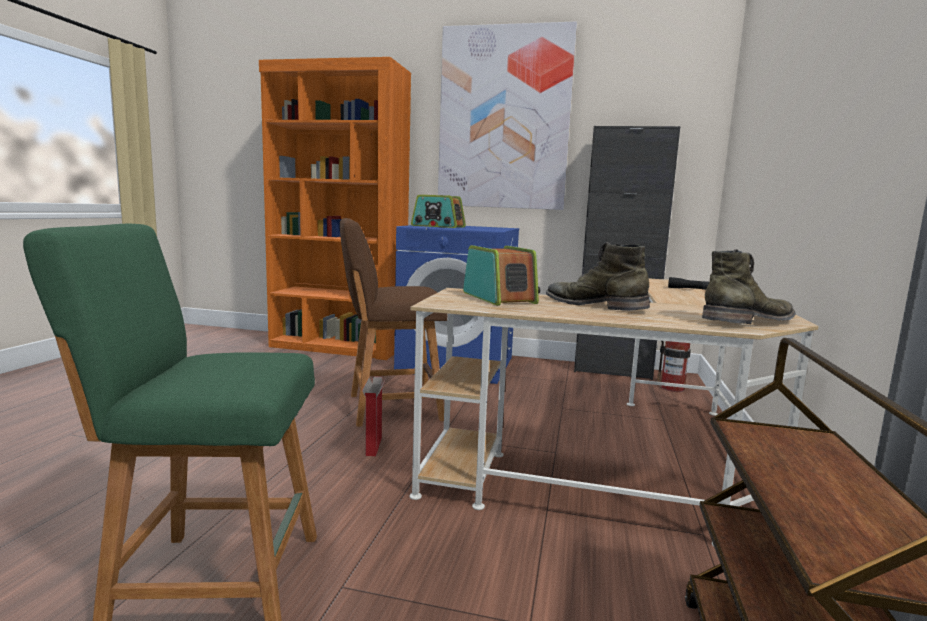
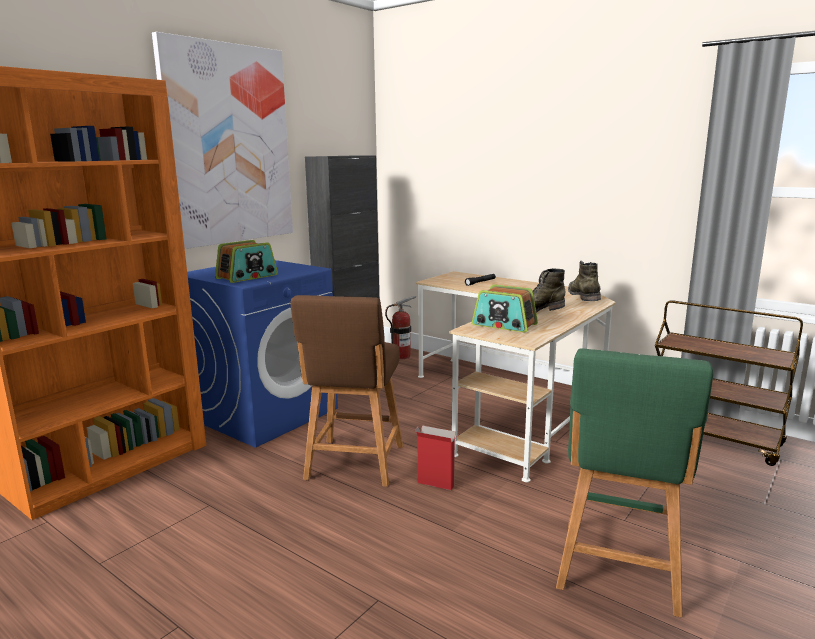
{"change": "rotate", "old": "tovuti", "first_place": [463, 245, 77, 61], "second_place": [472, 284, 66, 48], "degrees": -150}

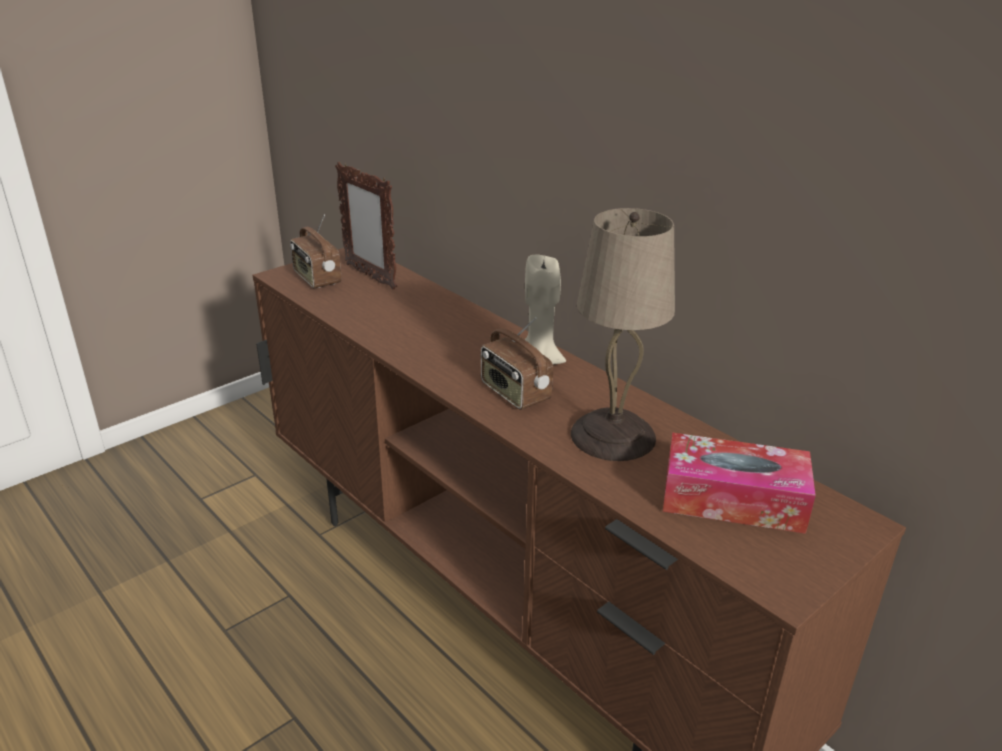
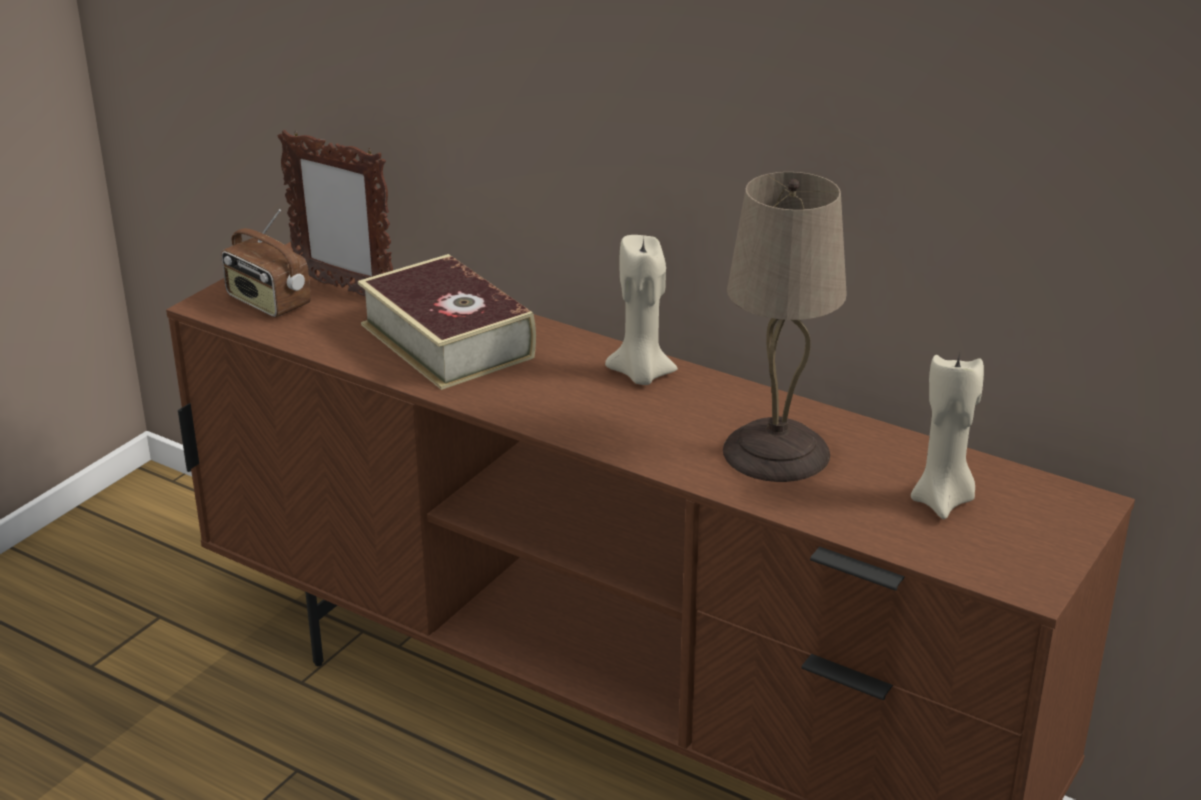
{"change": "delete", "old": "tovuti", "first_place": [481, 317, 72, 93]}
{"change": "insert", "new": "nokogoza", "second_place": [358, 254, 178, 136]}
{"change": "replace", "old": "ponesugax", "new": "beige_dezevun", "first_place": [663, 433, 153, 101], "second_place": [911, 351, 73, 168]}

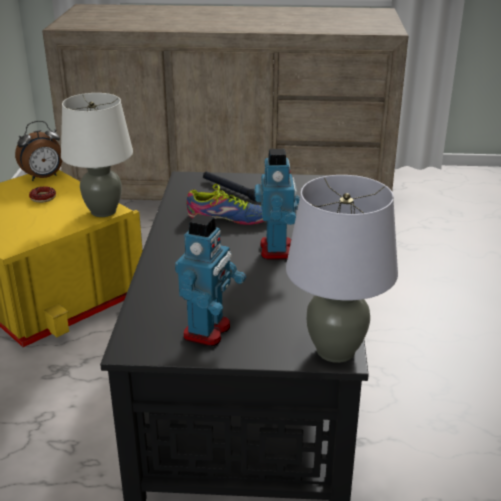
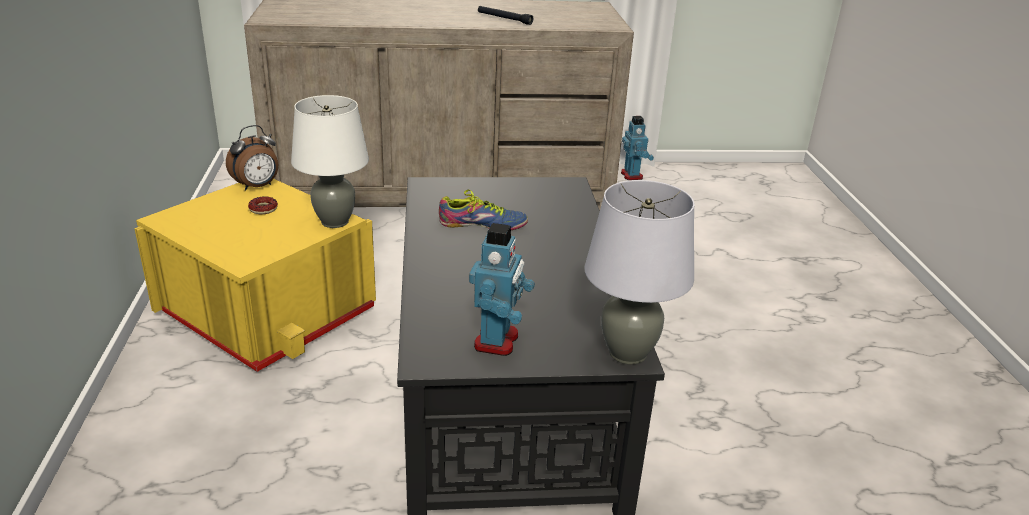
{"change": "move", "old": "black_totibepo", "first_place": [203, 171, 54, 31], "second_place": [478, 6, 55, 19]}
{"change": "move", "old": "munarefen", "first_place": [254, 149, 46, 111], "second_place": [621, 116, 33, 64]}

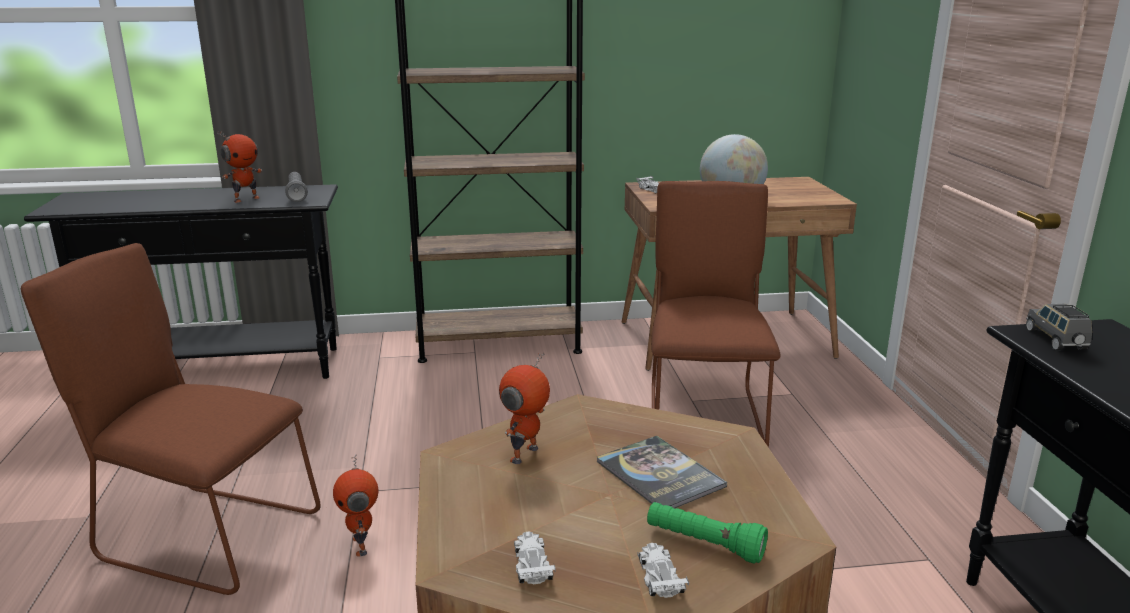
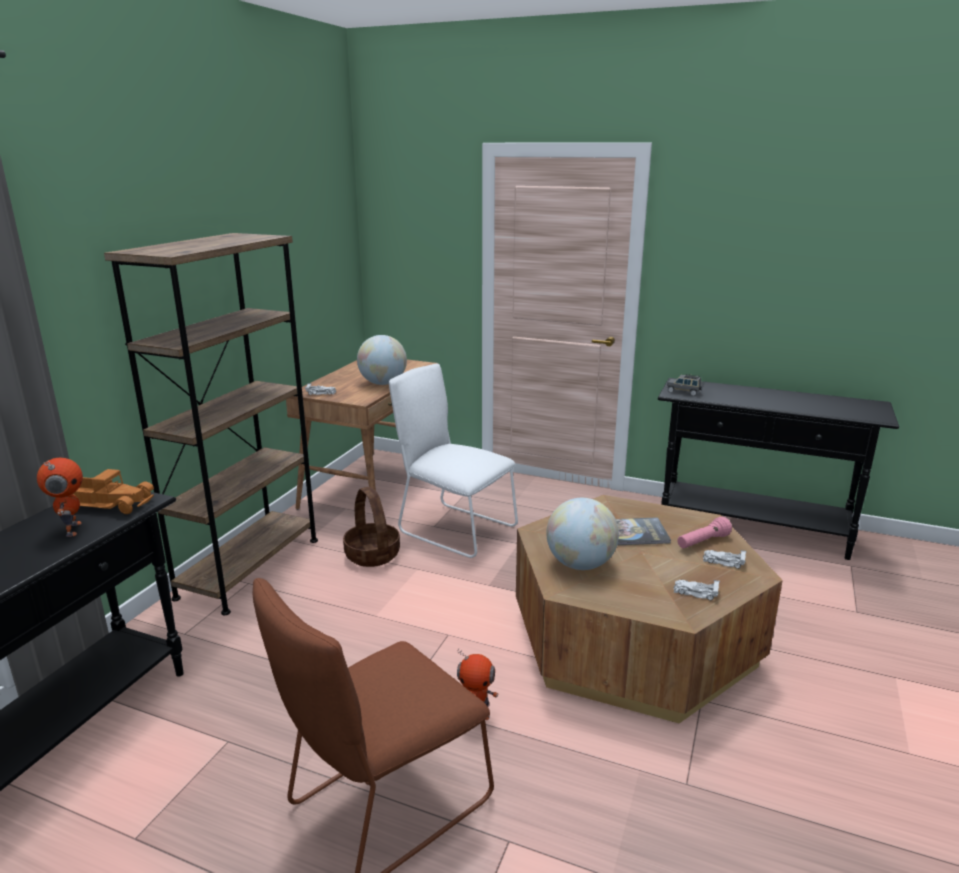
{"change": "insert", "new": "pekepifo", "second_place": [343, 487, 57, 80]}
{"change": "replace", "old": "grey_totibepo", "new": "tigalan", "first_place": [285, 172, 23, 30], "second_place": [55, 469, 99, 45]}
{"change": "replace", "old": "munarefen", "new": "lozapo", "first_place": [499, 352, 51, 112], "second_place": [546, 498, 73, 72]}
{"change": "recolor", "old": "green_totibepo", "new": "pink_totibepo", "first_place": [647, 502, 121, 62], "second_place": [677, 517, 55, 31]}
{"change": "recolor", "old": "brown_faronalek", "new": "white_faronalek", "first_place": [651, 181, 130, 266], "second_place": [389, 363, 129, 195]}

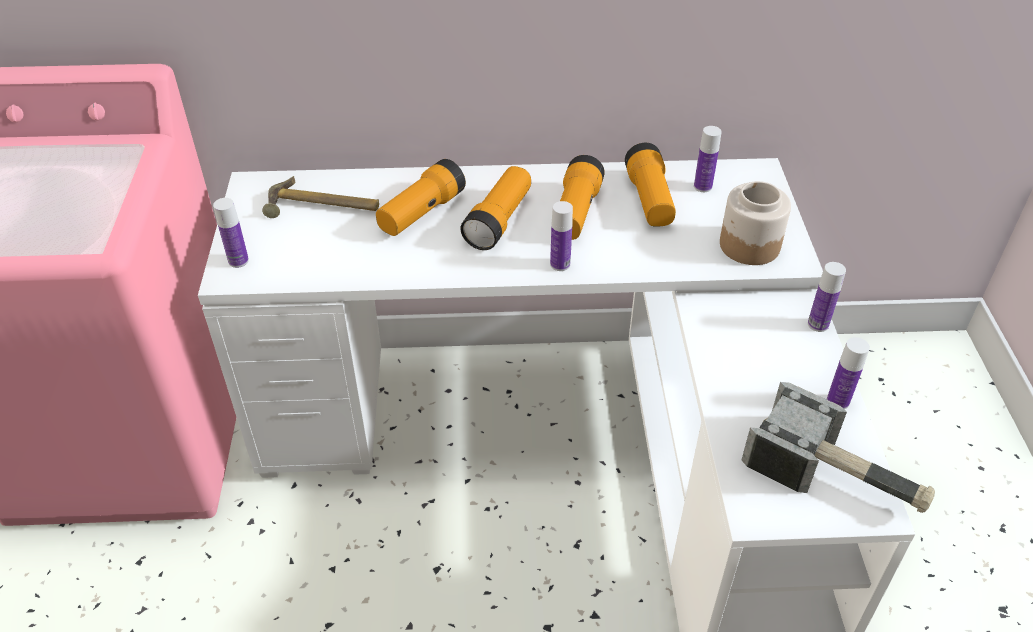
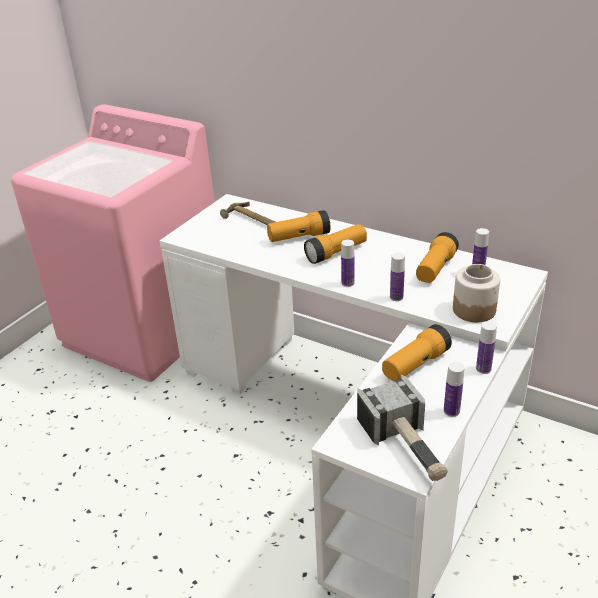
{"change": "move", "old": "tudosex", "first_place": [213, 198, 36, 70], "second_place": [390, 253, 15, 48]}
{"change": "move", "old": "totibepo", "first_place": [560, 155, 45, 85], "second_place": [382, 324, 70, 57]}

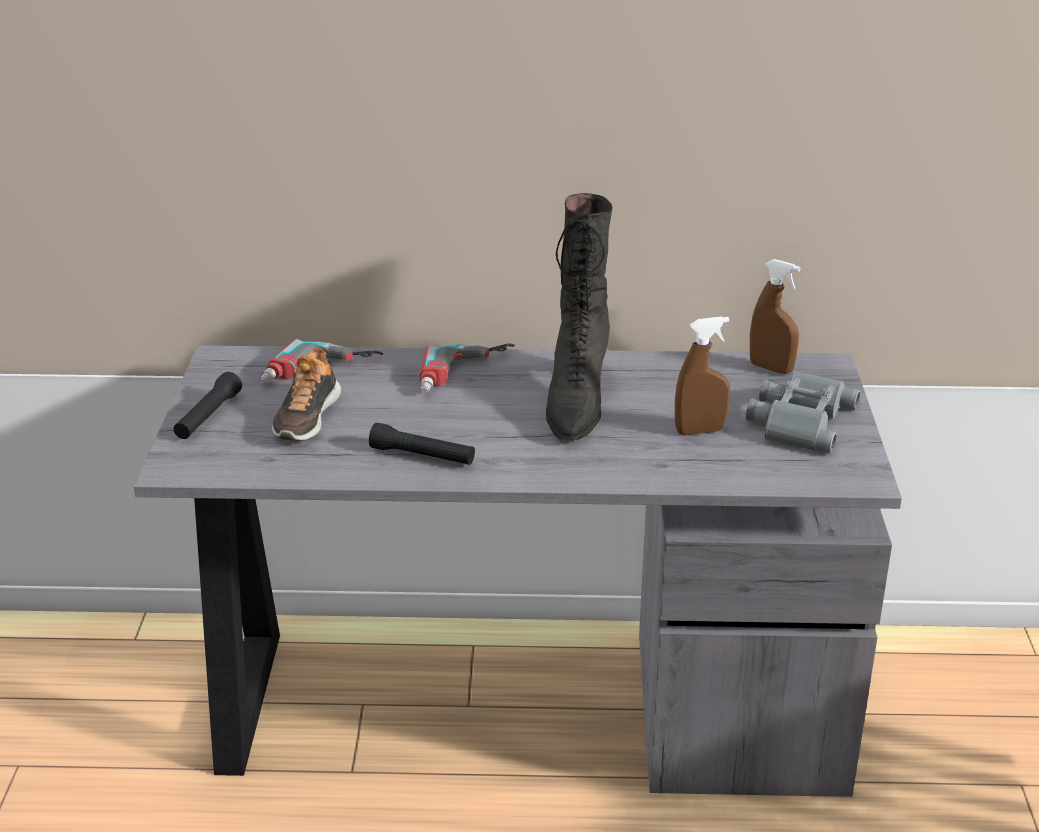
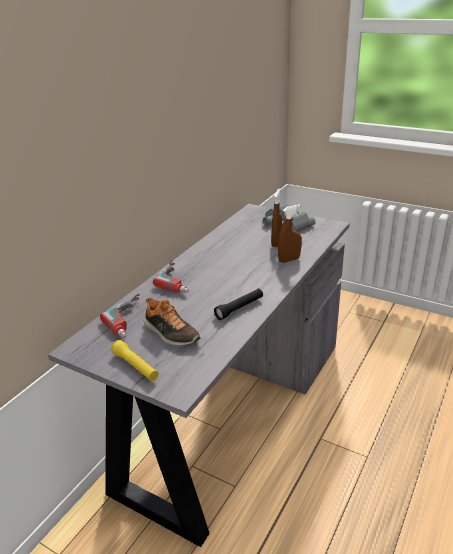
{"change": "delete", "old": "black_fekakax", "first_place": [546, 193, 66, 248]}
{"change": "move", "old": "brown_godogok", "first_place": [750, 259, 50, 115], "second_place": [278, 205, 24, 58]}
{"change": "recolor", "old": "black_totibepo", "new": "yellow_totibepo", "first_place": [173, 372, 69, 67], "second_place": [111, 340, 47, 41]}

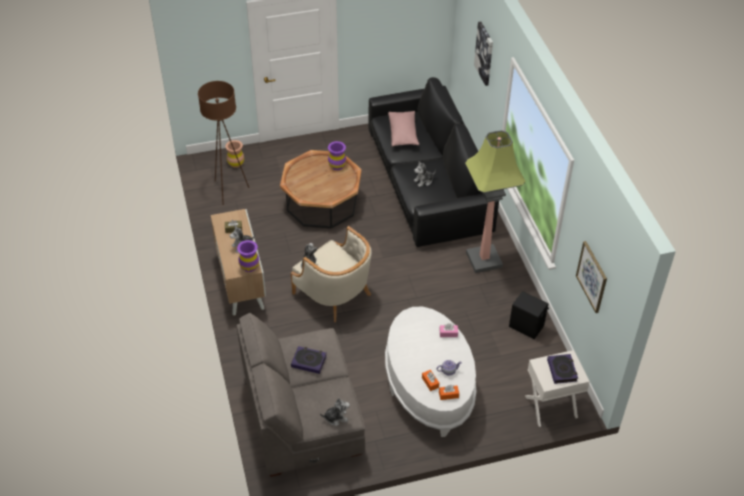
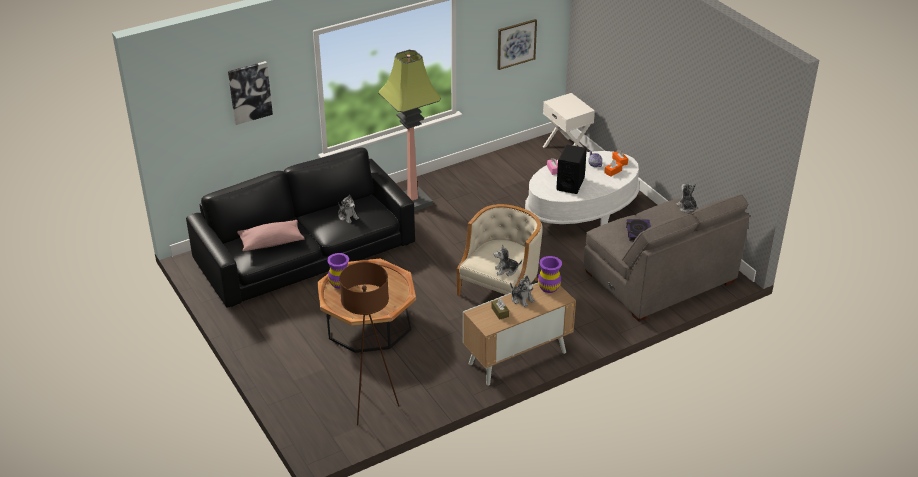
{"change": "delete", "old": "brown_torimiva", "first_place": [225, 140, 19, 28]}
{"change": "delete", "old": "nokogoza", "first_place": [547, 354, 31, 30]}
{"change": "move", "old": "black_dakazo", "first_place": [509, 291, 40, 48], "second_place": [556, 145, 31, 49]}

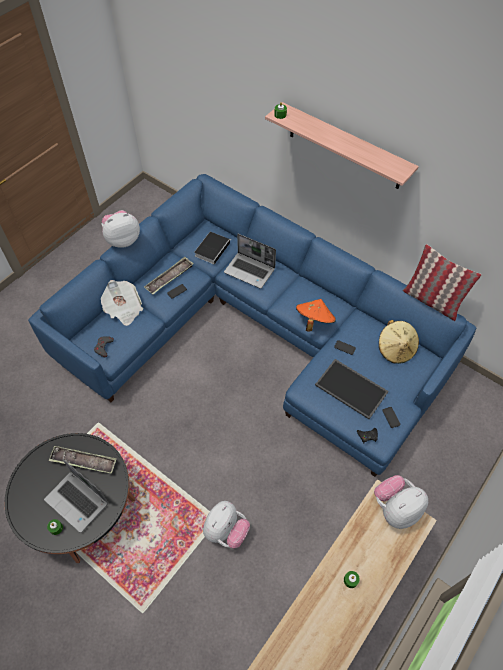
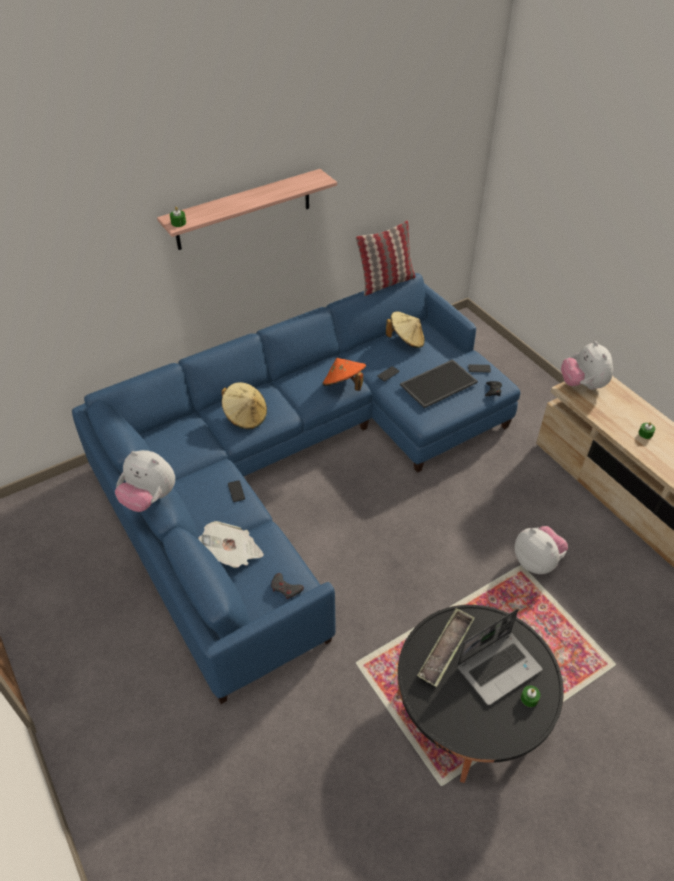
{"change": "delete", "old": "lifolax", "first_place": [144, 257, 50, 38]}
{"change": "delete", "old": "nokogoza", "first_place": [194, 231, 38, 34]}
{"change": "replace", "old": "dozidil", "new": "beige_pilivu", "first_place": [224, 234, 52, 55], "second_place": [221, 382, 46, 47]}
{"change": "rotate", "old": "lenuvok", "first_place": [101, 210, 39, 38], "second_place": [115, 450, 60, 62], "degrees": -60}

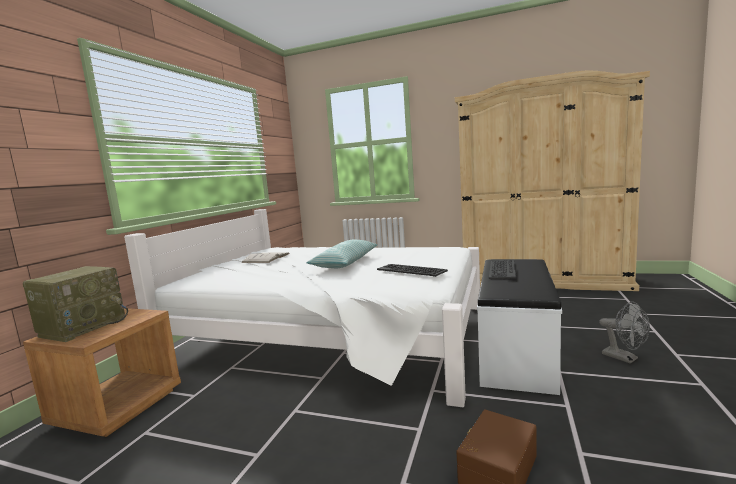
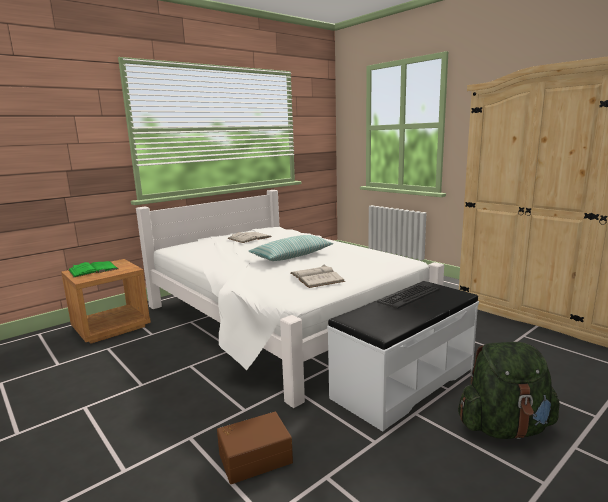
{"change": "replace", "old": "tovuti", "new": "green_nokogoza", "first_place": [23, 266, 105, 76], "second_place": [68, 261, 50, 17]}
{"change": "replace", "old": "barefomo", "new": "white_nokogoza", "first_place": [377, 264, 71, 13], "second_place": [291, 265, 54, 23]}
{"change": "replace", "old": "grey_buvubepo", "new": "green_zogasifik", "first_place": [599, 301, 51, 62], "second_place": [458, 342, 102, 97]}

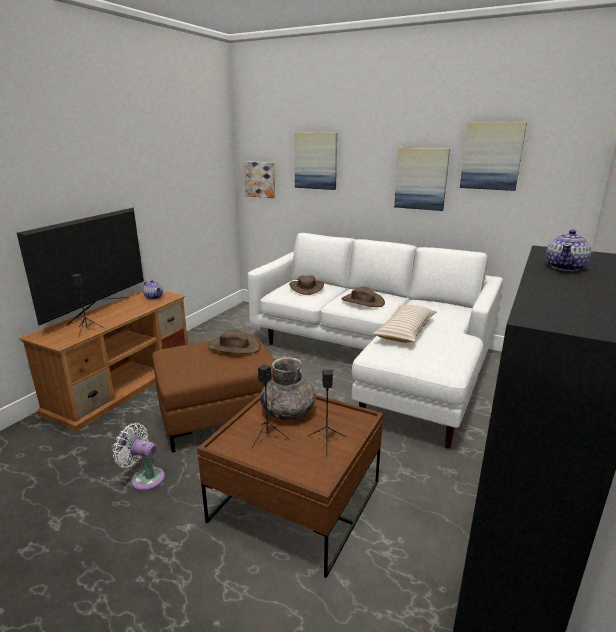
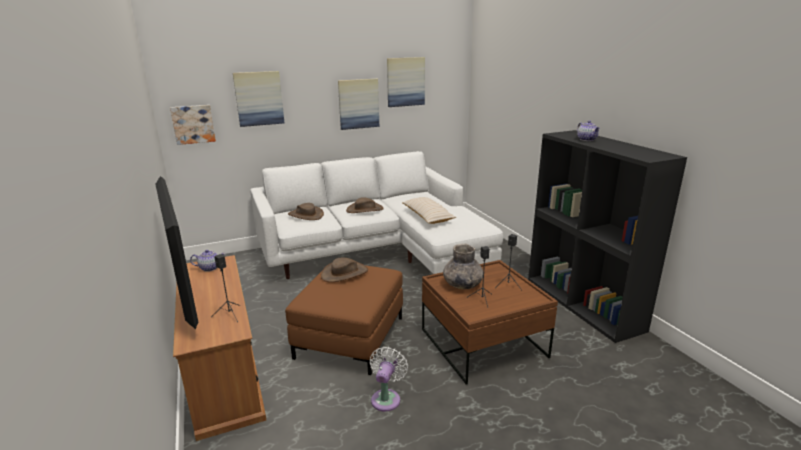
{"change": "rotate", "old": "white_buvubepo", "first_place": [113, 423, 52, 68], "second_place": [370, 347, 38, 65], "degrees": 135}

